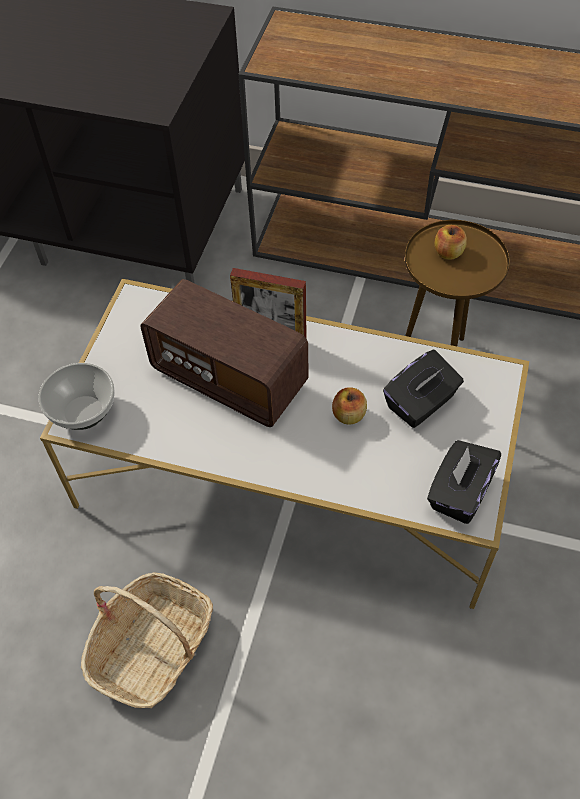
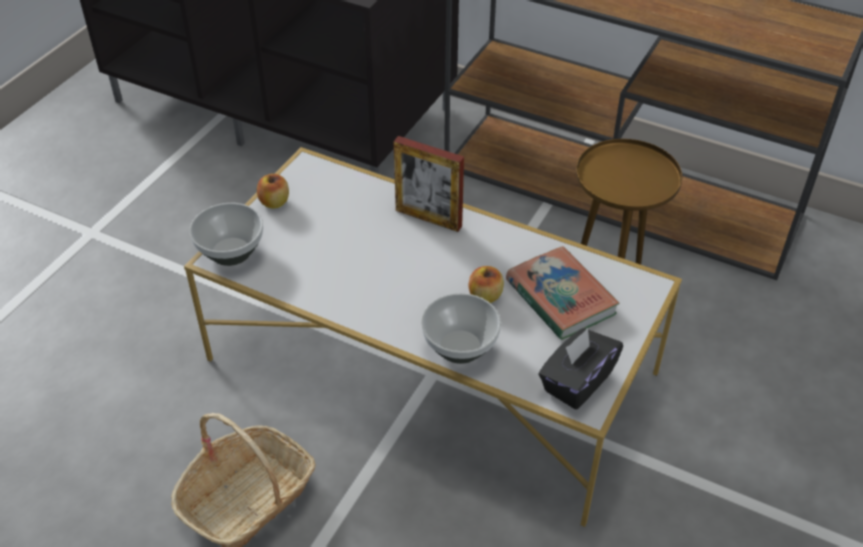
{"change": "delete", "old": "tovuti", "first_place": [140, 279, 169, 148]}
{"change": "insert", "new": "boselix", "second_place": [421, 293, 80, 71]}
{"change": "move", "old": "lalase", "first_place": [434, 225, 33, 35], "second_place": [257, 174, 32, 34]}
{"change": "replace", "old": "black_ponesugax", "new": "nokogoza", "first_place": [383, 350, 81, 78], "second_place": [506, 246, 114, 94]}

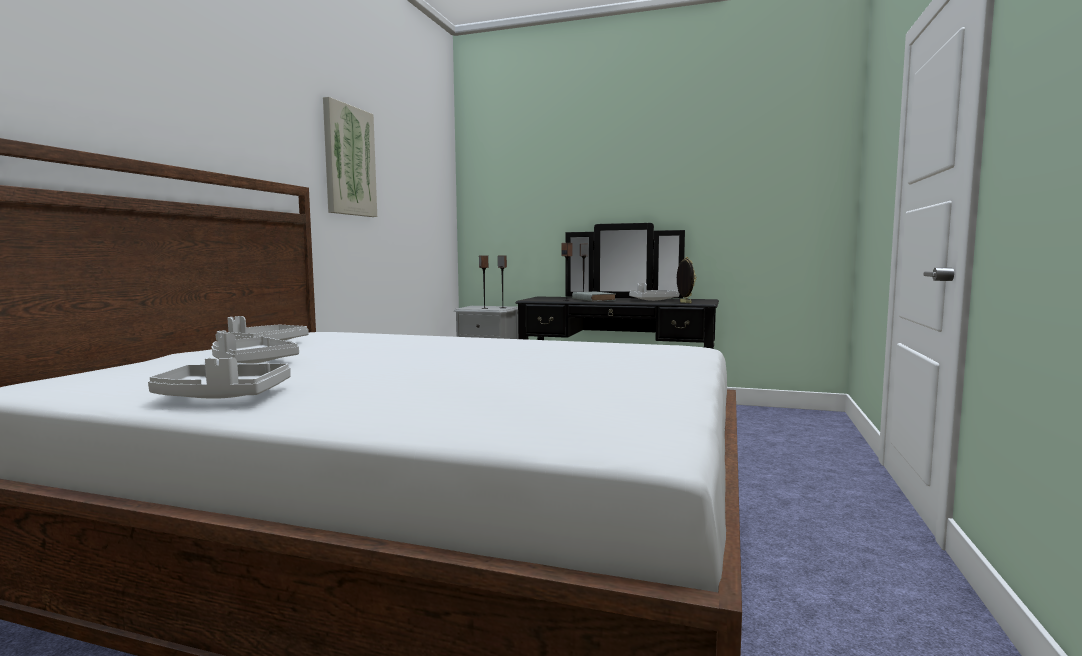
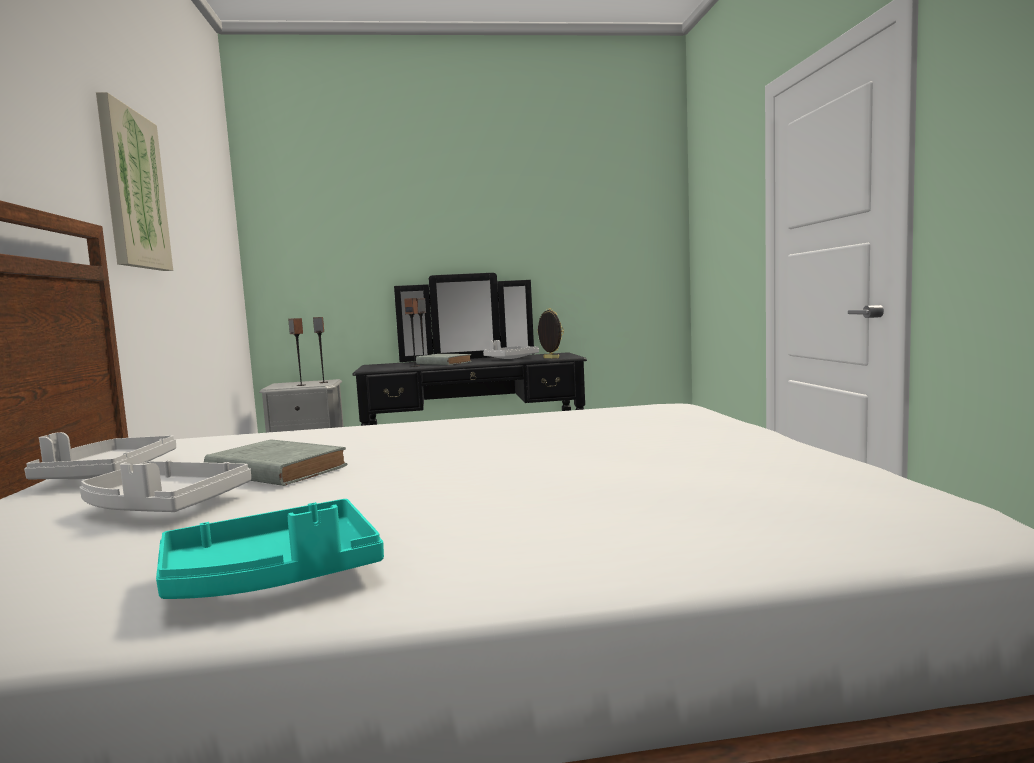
{"change": "insert", "new": "grey_nokogoza", "second_place": [204, 439, 143, 47]}
{"change": "recolor", "old": "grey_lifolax", "new": "turquoise_lifolax", "first_place": [148, 357, 143, 42], "second_place": [156, 499, 228, 100]}

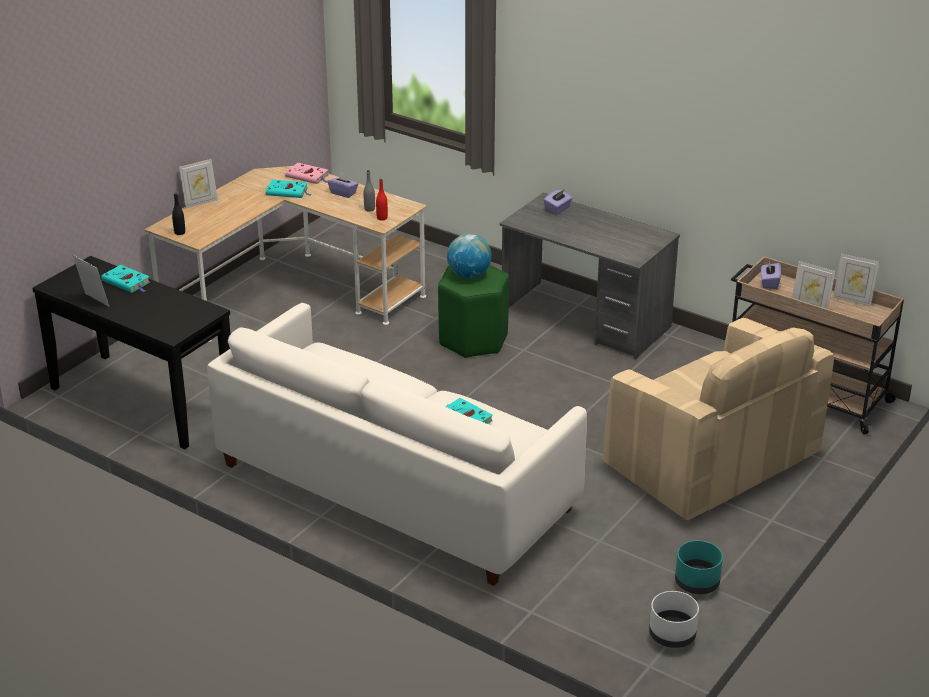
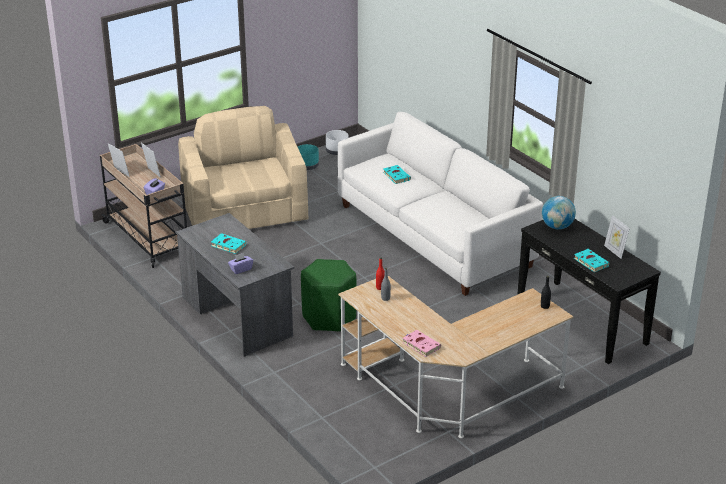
{"change": "delete", "old": "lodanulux", "first_place": [179, 159, 39, 49]}
{"change": "delete", "old": "purple_ponesugax", "first_place": [328, 172, 30, 26]}
{"change": "move", "old": "turquoise_nokogoza", "first_place": [266, 180, 46, 18], "second_place": [211, 233, 35, 21]}
{"change": "move", "old": "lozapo", "first_place": [447, 234, 45, 44], "second_place": [542, 196, 34, 34]}

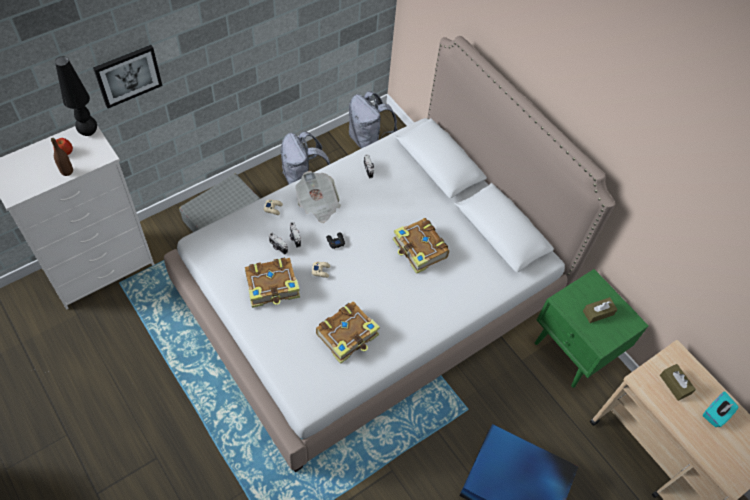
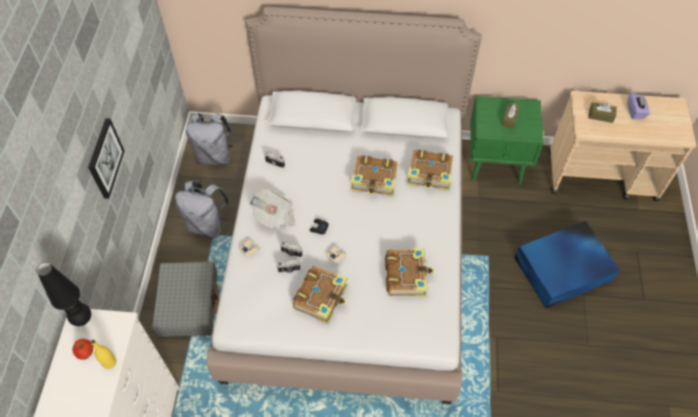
{"change": "insert", "new": "nokogoza", "second_place": [407, 150, 46, 41]}
{"change": "move", "old": "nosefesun", "first_place": [93, 45, 69, 63], "second_place": [88, 118, 36, 81]}
{"change": "recolor", "old": "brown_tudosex", "new": "yellow_tudosex", "first_place": [51, 138, 22, 38], "second_place": [91, 340, 25, 29]}
{"change": "recolor", "old": "turquoise_ponesugax", "new": "purple_ponesugax", "first_place": [703, 392, 35, 35], "second_place": [627, 93, 23, 26]}

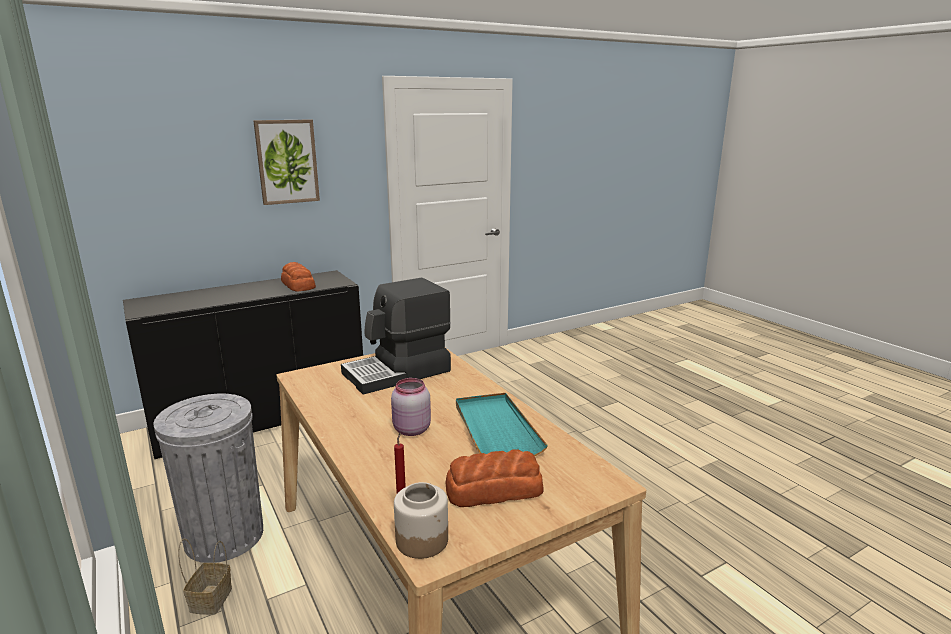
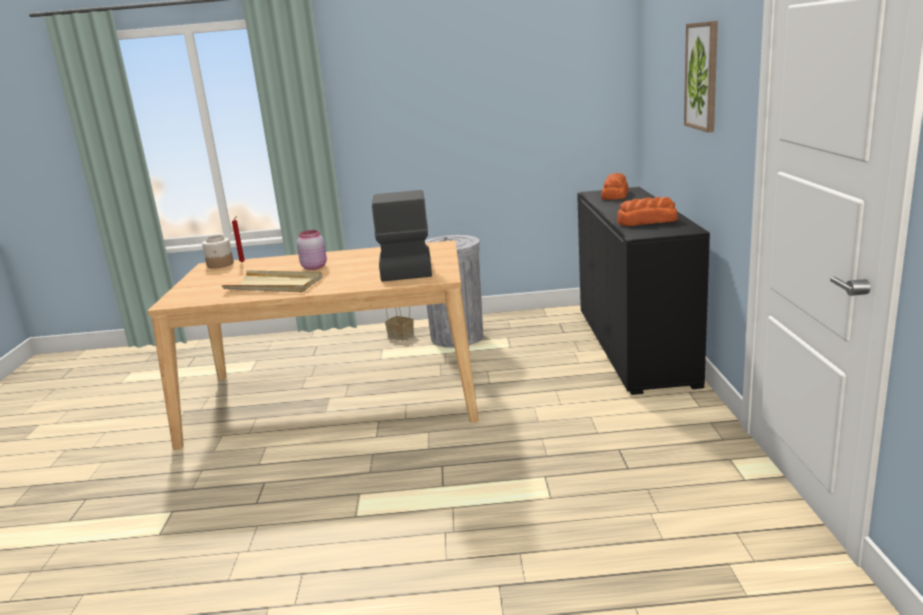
{"change": "move", "old": "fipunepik", "first_place": [445, 449, 99, 58], "second_place": [601, 173, 28, 27]}
{"change": "recolor", "old": "turquoise_lifolax", "new": "beige_lifolax", "first_place": [456, 393, 92, 63], "second_place": [221, 270, 101, 22]}

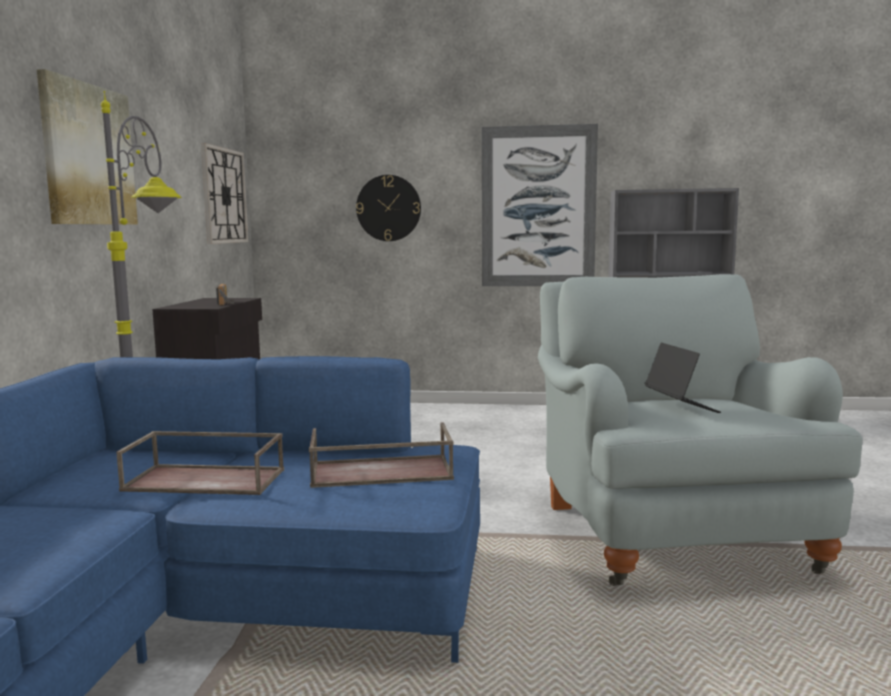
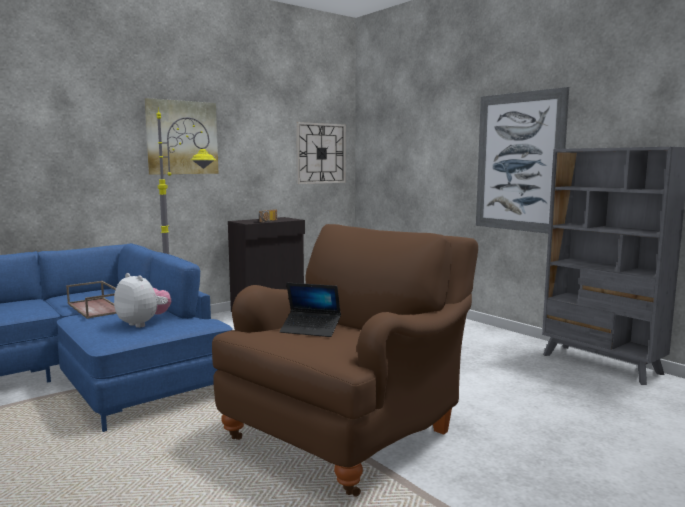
{"change": "delete", "old": "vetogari", "first_place": [356, 175, 65, 66]}
{"change": "replace", "old": "brown_lifolax", "new": "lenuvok", "first_place": [309, 422, 145, 66], "second_place": [114, 273, 57, 55]}
{"change": "recolor", "old": "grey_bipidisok", "new": "brown_bipidisok", "first_place": [538, 274, 324, 312], "second_place": [212, 224, 266, 273]}
{"change": "rotate", "old": "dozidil", "first_place": [645, 343, 76, 70], "second_place": [280, 283, 61, 54], "degrees": 75}

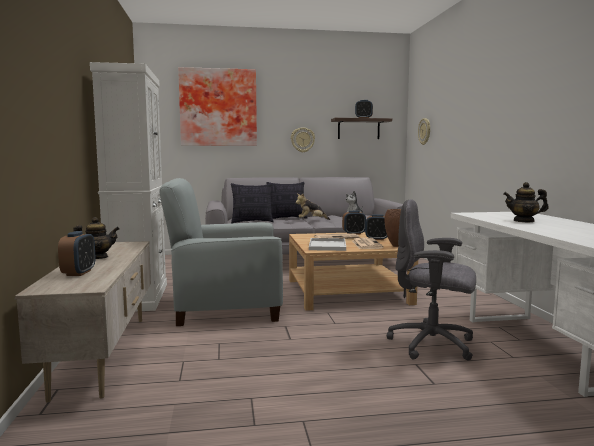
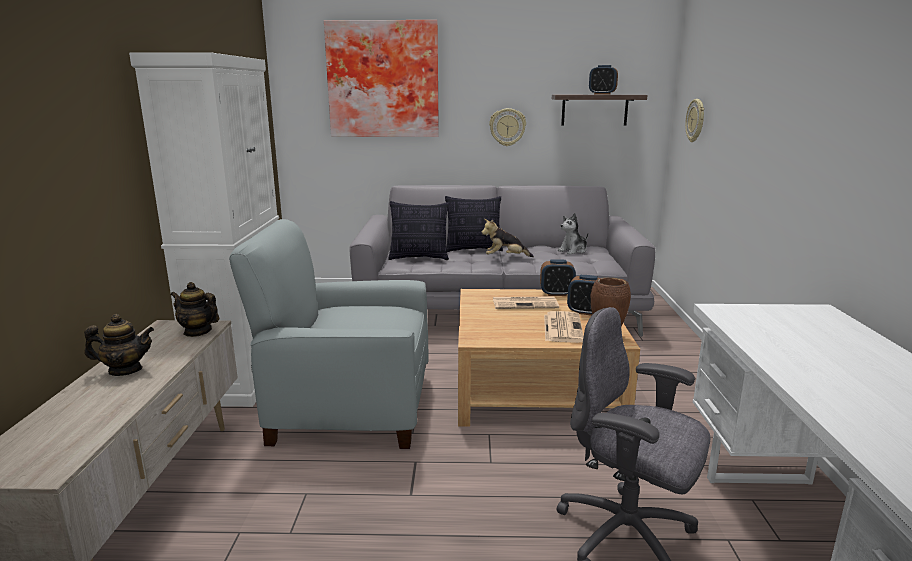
{"change": "delete", "old": "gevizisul", "first_place": [58, 231, 38, 45]}
{"change": "delete", "old": "white_lifolax", "first_place": [309, 238, 37, 13]}
{"change": "move", "old": "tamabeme", "first_place": [504, 182, 45, 40], "second_place": [170, 282, 49, 55]}

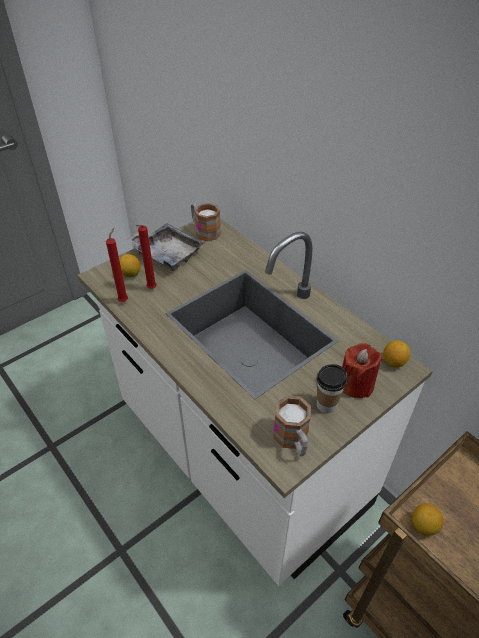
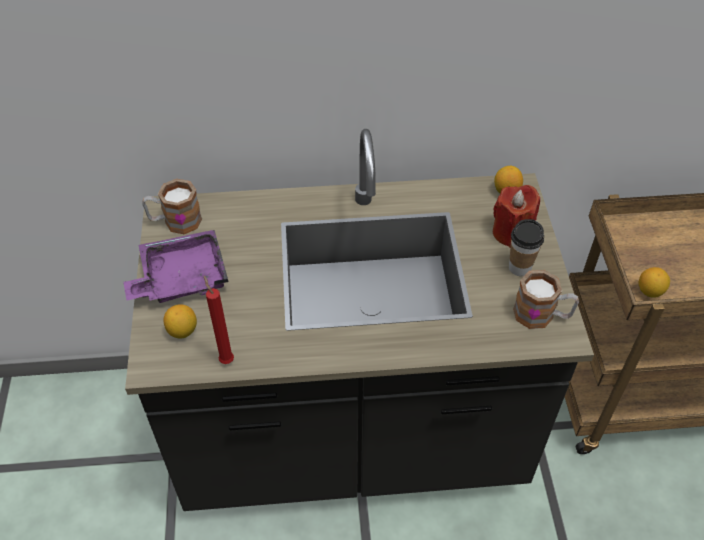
{"change": "delete", "old": "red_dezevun", "first_place": [136, 225, 21, 64]}
{"change": "recolor", "old": "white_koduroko", "new": "black_koduroko", "first_place": [78, 218, 355, 368], "second_place": [125, 129, 469, 382]}
{"change": "recolor", "old": "grey_lifolax", "new": "purple_lifolax", "first_place": [126, 223, 78, 48], "second_place": [123, 230, 106, 73]}

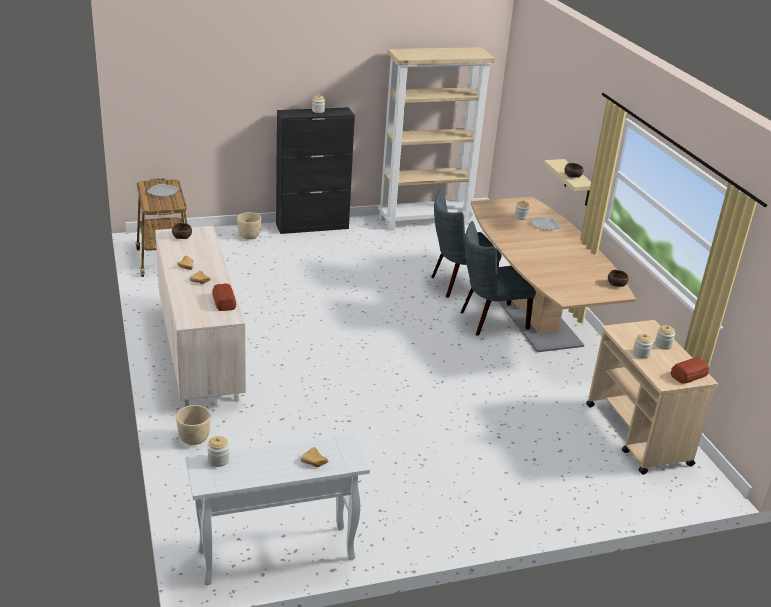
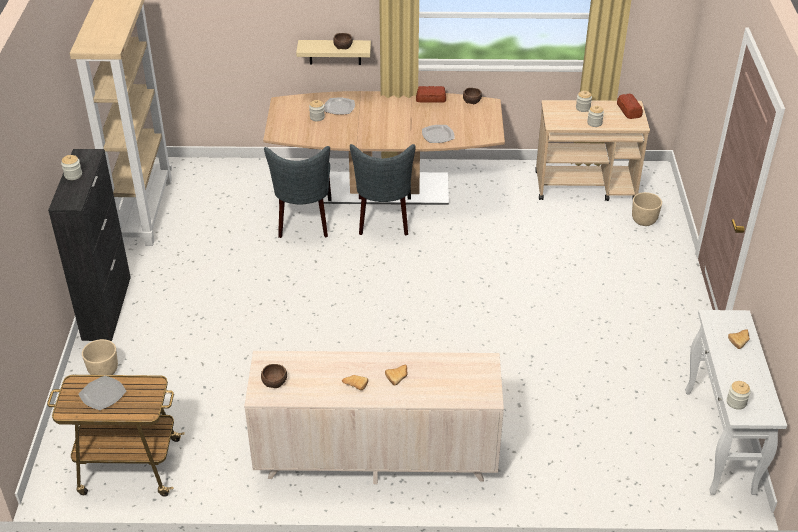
{"change": "insert", "new": "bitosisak", "second_place": [422, 125, 33, 18]}
{"change": "move", "old": "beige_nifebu", "first_place": [176, 405, 35, 40], "second_place": [632, 192, 30, 34]}
{"change": "move", "old": "fipunepik", "first_place": [212, 283, 24, 28], "second_place": [416, 86, 30, 17]}

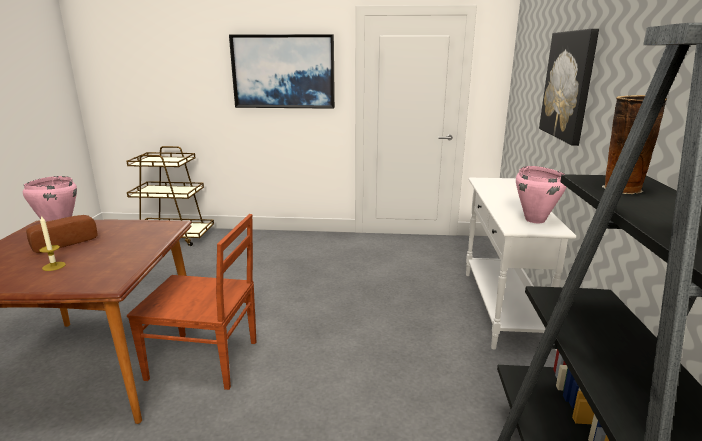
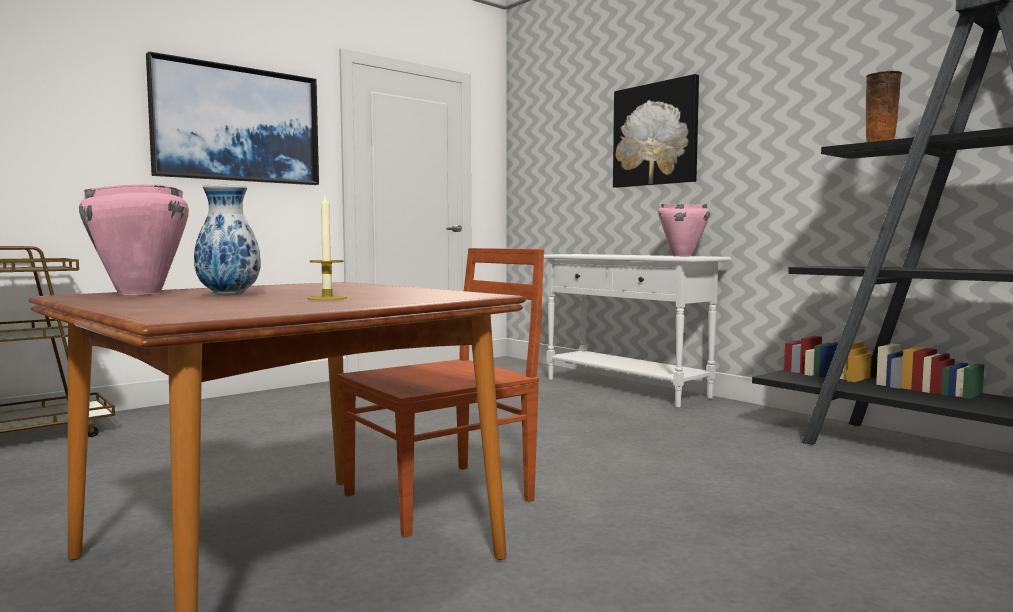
{"change": "replace", "old": "fipunepik", "new": "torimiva", "first_place": [26, 215, 71, 38], "second_place": [194, 184, 67, 111]}

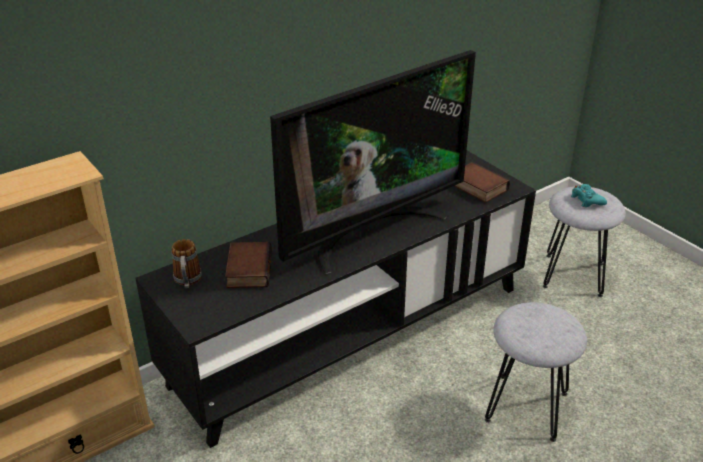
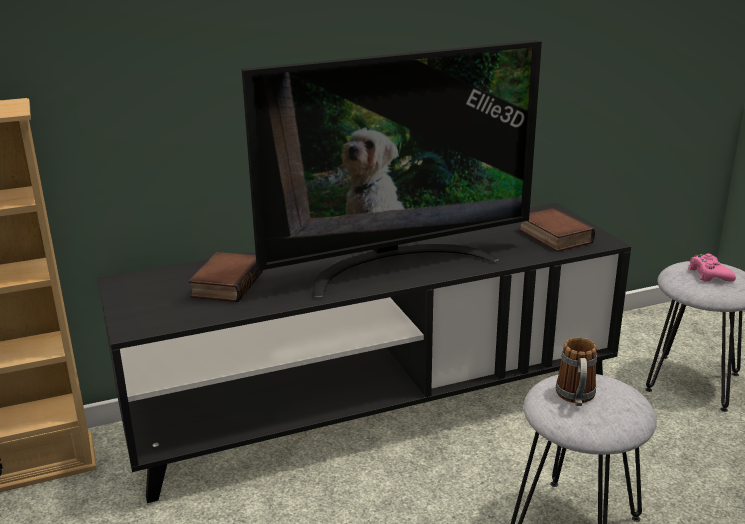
{"change": "move", "old": "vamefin", "first_place": [171, 239, 31, 49], "second_place": [556, 337, 41, 69]}
{"change": "recolor", "old": "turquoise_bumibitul", "new": "pink_bumibitul", "first_place": [571, 184, 36, 23], "second_place": [688, 253, 48, 29]}

